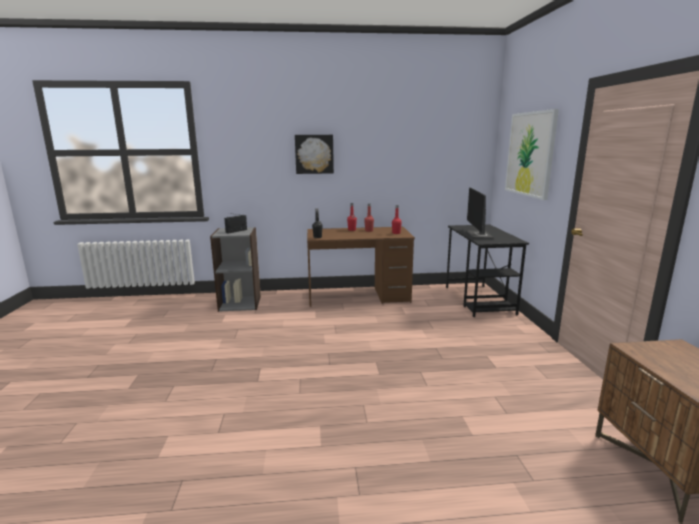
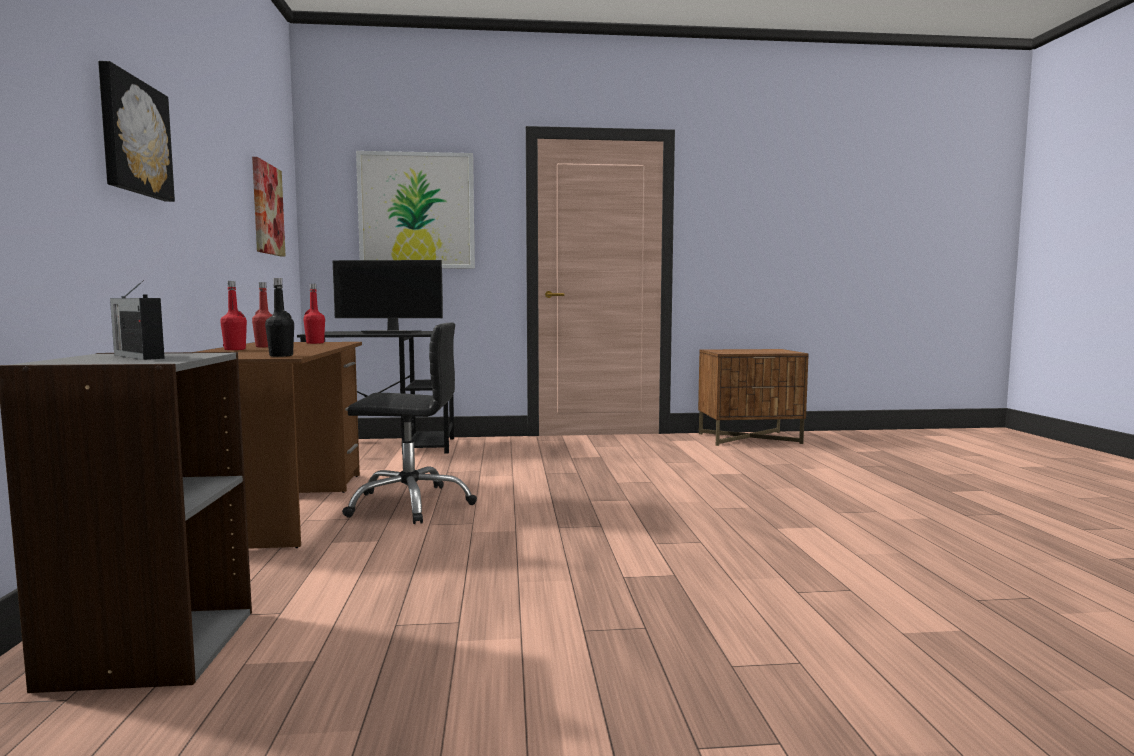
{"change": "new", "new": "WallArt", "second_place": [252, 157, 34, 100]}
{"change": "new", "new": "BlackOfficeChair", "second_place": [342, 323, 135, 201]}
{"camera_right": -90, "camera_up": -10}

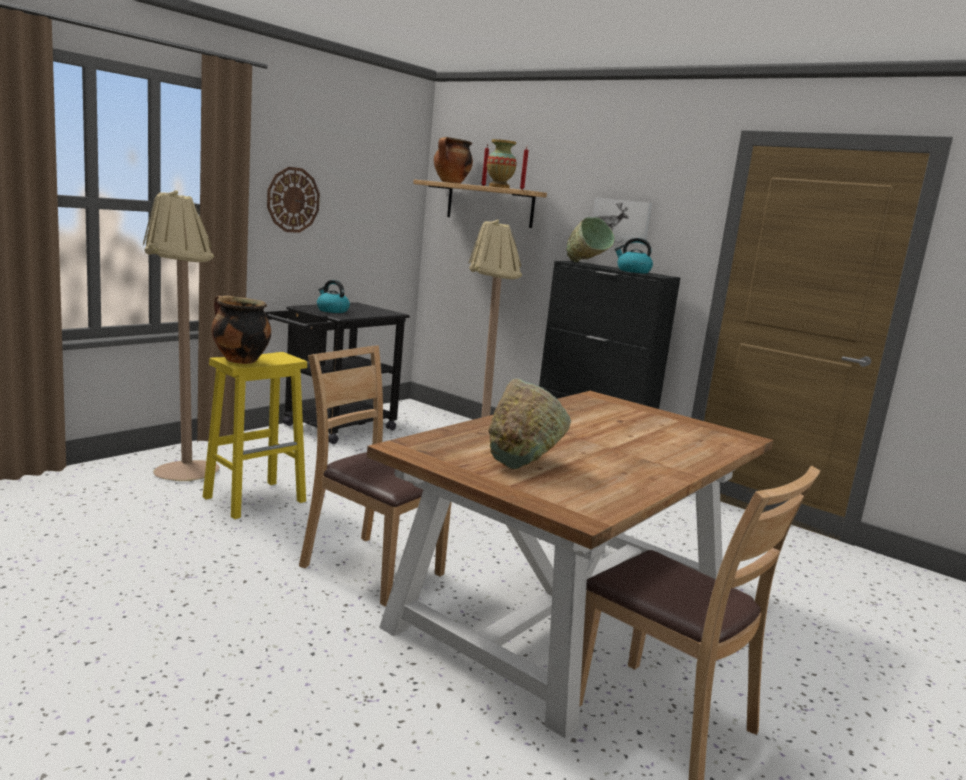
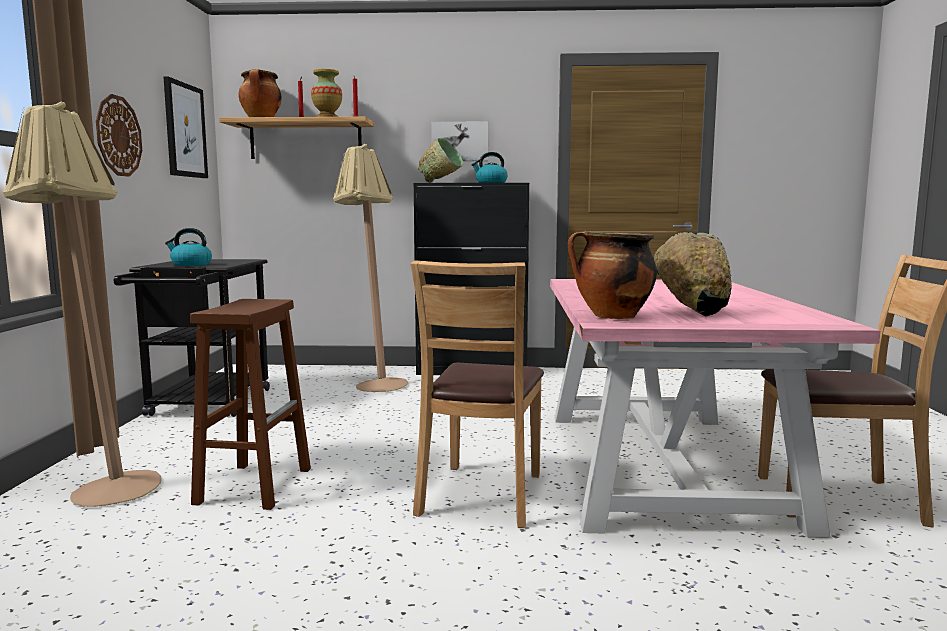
{"change": "shifted", "old": "Saucepot", "first_place": [211, 295, 60, 69], "second_place": [568, 230, 89, 89]}
{"change": "rotated", "old": "BrownishPlainChair", "first_place": [299, 346, 152, 261], "second_place": [410, 260, 134, 268], "degrees": -75}
{"change": "repainted", "old": "YellowColouredSittingStool", "new": "BrownishSittingStool", "first_place": [203, 352, 104, 167], "second_place": [190, 299, 121, 211]}
{"change": "repainted", "old": "GreenBowl", "new": "BlackBowl", "first_place": [488, 378, 83, 91], "second_place": [654, 232, 78, 85]}
{"change": "repainted", "old": "BrownishKitchenTable", "new": "PinkishKitchenTable", "first_place": [367, 391, 406, 347], "second_place": [550, 279, 330, 259]}
{"change": "new", "new": "WallArt", "second_place": [163, 76, 45, 102]}
{"camera_right": -35, "camera_up": -5}

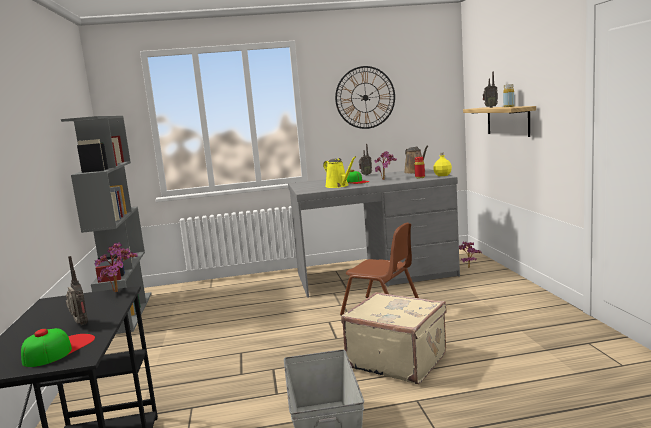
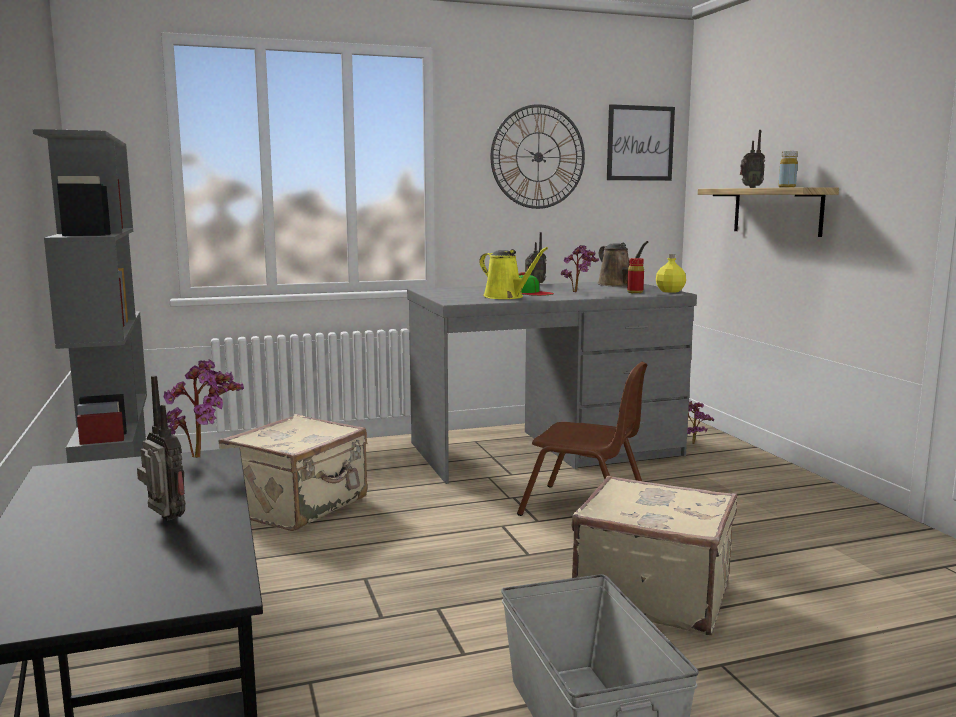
{"change": "gone", "old": "BaseballCap", "first_place": [21, 328, 74, 39]}
{"change": "new", "new": "WallArt", "second_place": [607, 104, 68, 77]}
{"change": "new", "new": "BeigeTravelCase", "second_place": [219, 414, 148, 117]}
{"camera_right": -10, "camera_up": 0}

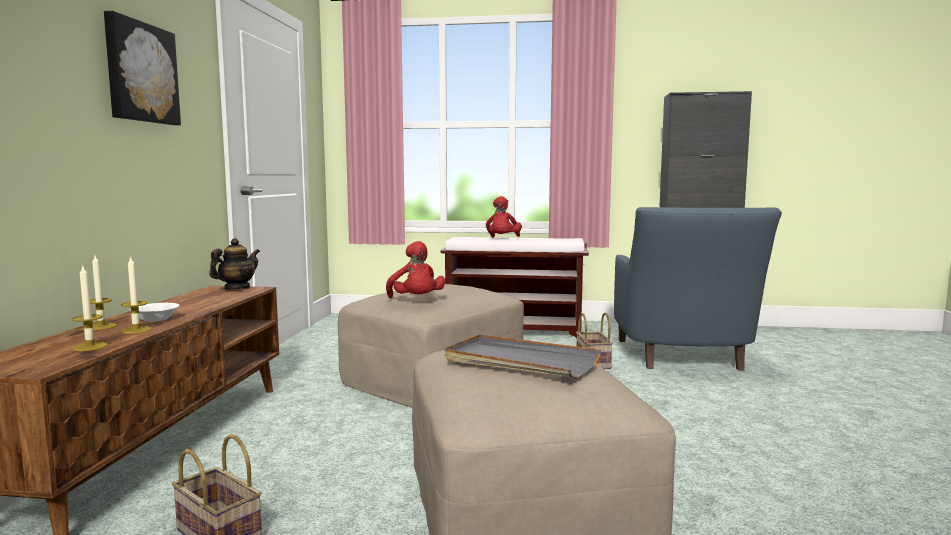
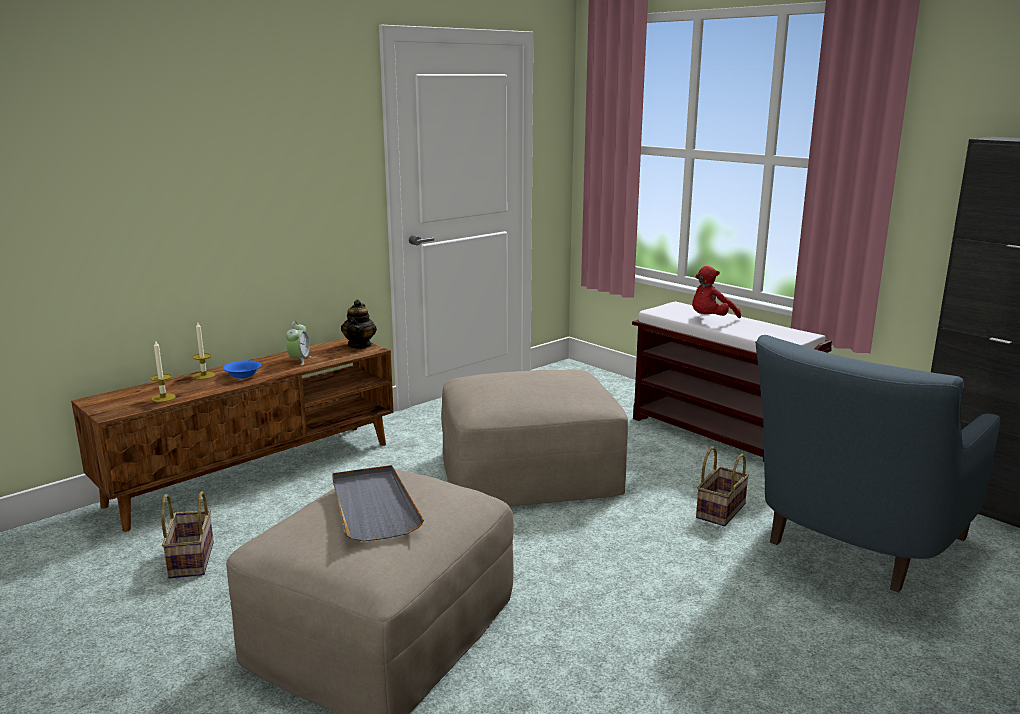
{"change": "gone", "old": "WallArt", "first_place": [104, 11, 77, 114]}
{"change": "rotated", "old": "PotForTea", "first_place": [209, 238, 51, 51], "second_place": [341, 300, 36, 49], "degrees": 105}
{"change": "gone", "old": "RedColouredPlushToy", "first_place": [386, 241, 60, 57]}
{"change": "gone", "old": "Candle", "first_place": [121, 256, 31, 78]}
{"change": "repainted", "old": "WhiteColouredBowl", "new": "BlueBowl", "first_place": [130, 303, 50, 19], "second_place": [223, 360, 38, 19]}
{"change": "new", "new": "AlarmClock", "second_place": [286, 321, 25, 44]}
{"camera_right": 40, "camera_up": 10}

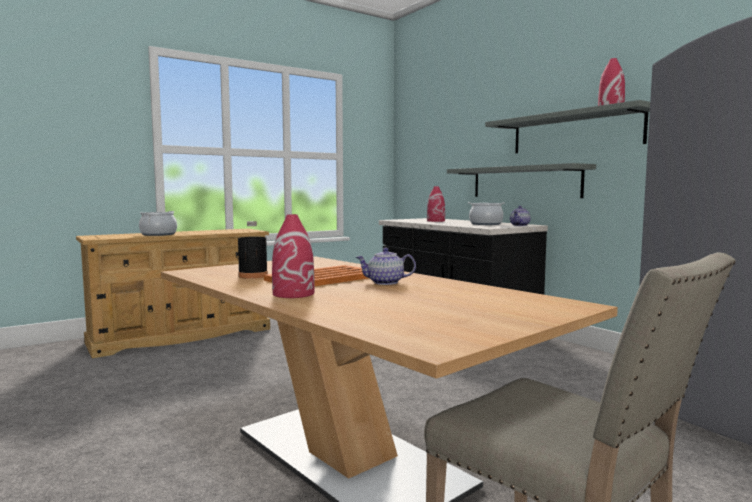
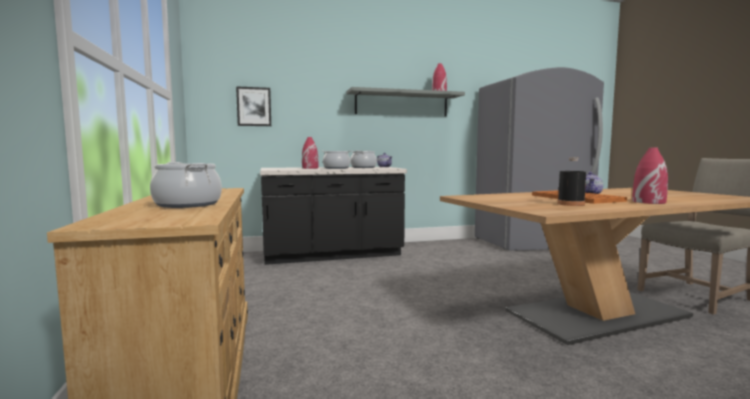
{"change": "gone", "old": "GrayBracketShelf", "first_place": [447, 163, 149, 35]}
{"change": "new", "new": "WallArt", "second_place": [236, 86, 35, 40]}
{"change": "new", "new": "Saucepot", "second_place": [322, 150, 29, 19]}
{"camera_right": -70, "camera_up": 0}

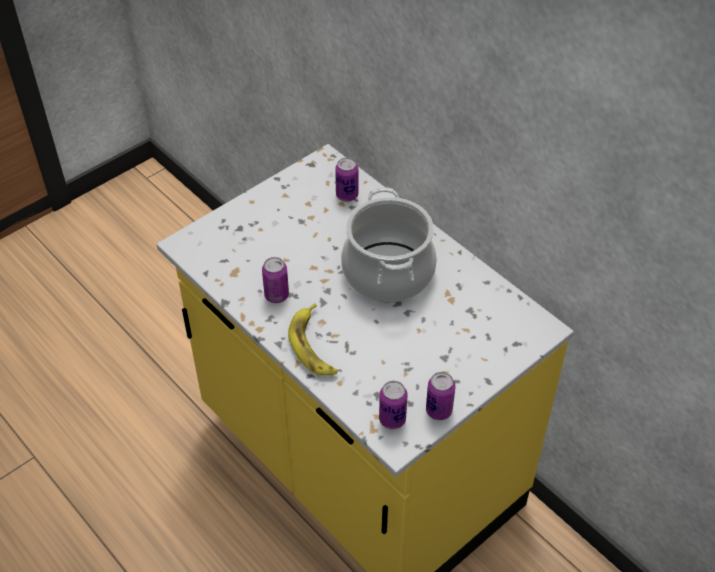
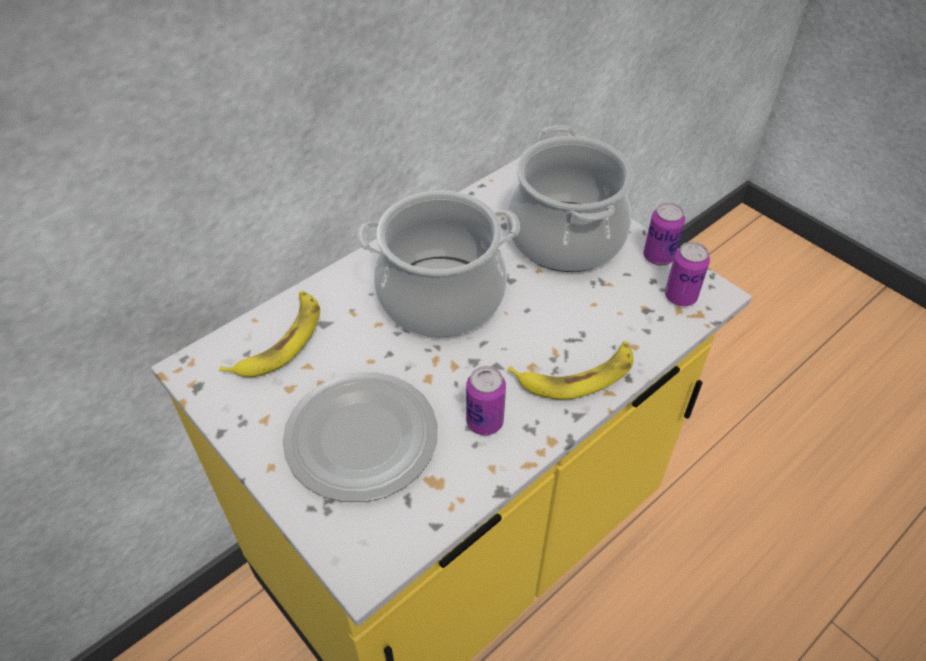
{"change": "swapped", "old": "MetalCan", "new": "WholeBanana", "first_place": [335, 158, 23, 43], "second_place": [219, 291, 101, 86]}
{"change": "new", "new": "Saucepot", "second_place": [507, 125, 126, 147]}
{"change": "new", "new": "FlatDish", "second_place": [283, 372, 155, 130]}
{"camera_right": -90, "camera_up": 0}

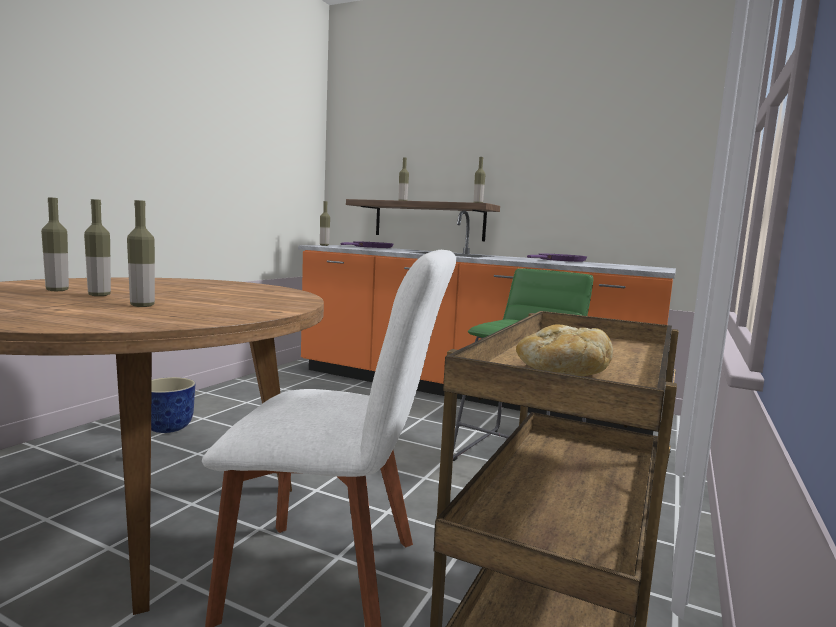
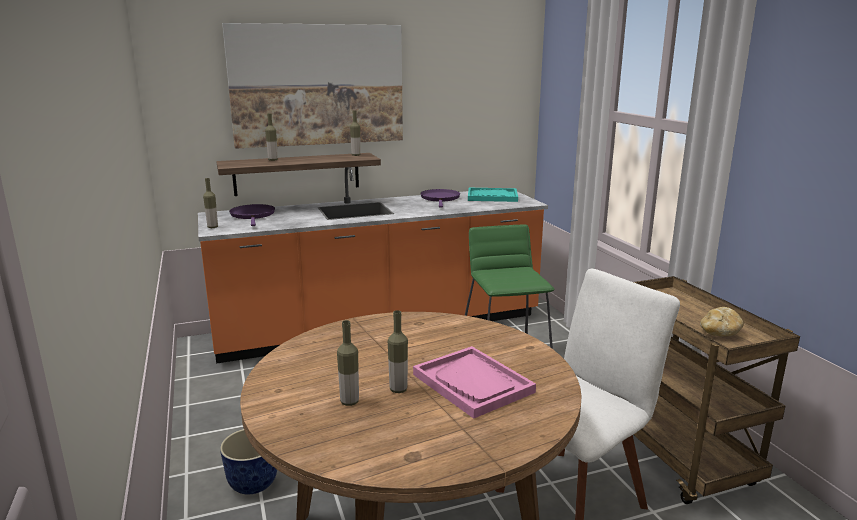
{"change": "swapped", "old": "Bottle", "new": "PinkishCarryingTray", "first_place": [127, 200, 28, 107], "second_place": [413, 346, 123, 73]}
{"change": "new", "new": "WallArt", "second_place": [222, 23, 181, 126]}
{"change": "new", "new": "BlueGreenCarryingTray", "second_place": [468, 188, 50, 14]}
{"camera_right": -45, "camera_up": 10}

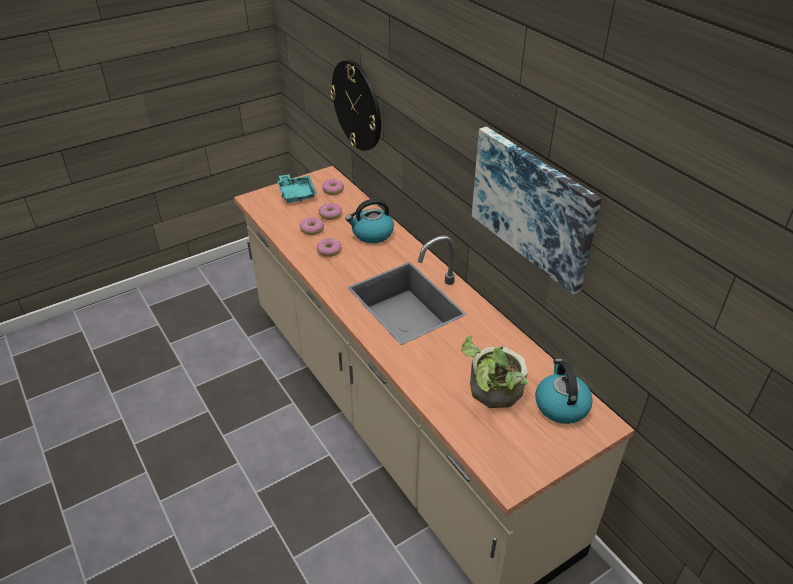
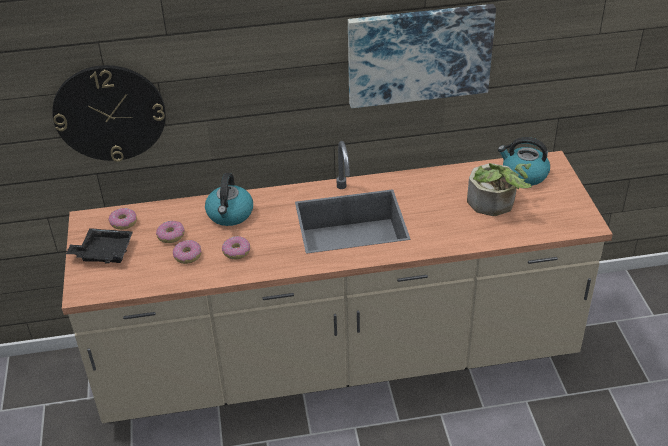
{"change": "repainted", "old": "BlueGreenCarryingTray", "new": "BlackCarryingTray", "first_place": [277, 174, 40, 29], "second_place": [66, 228, 67, 36]}
{"camera_right": -65, "camera_up": 0}

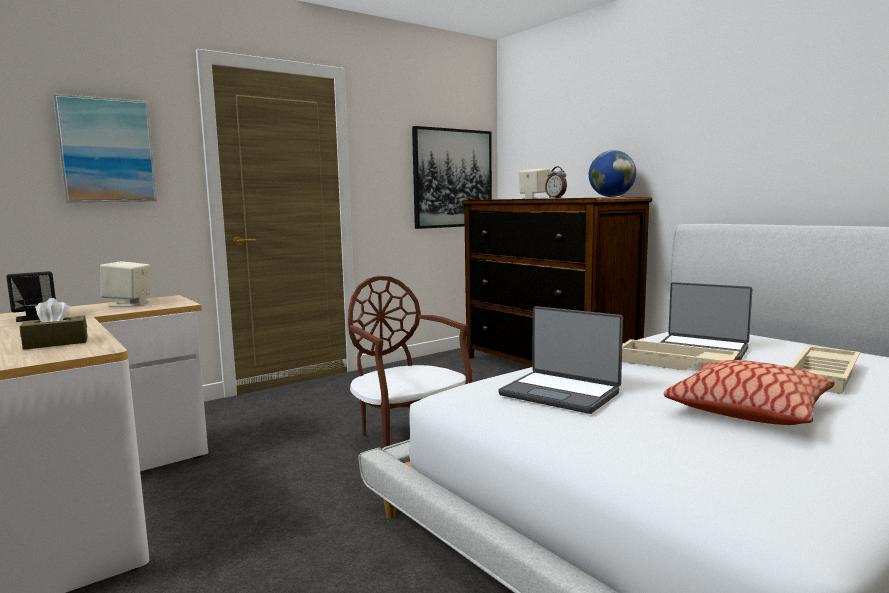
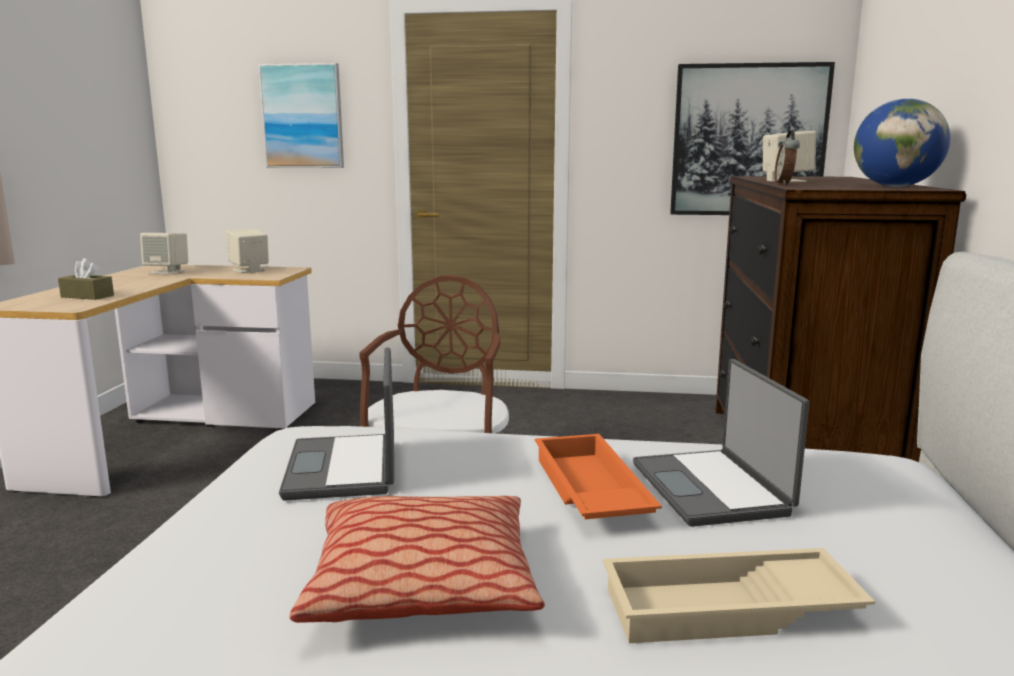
{"change": "repainted", "old": "BlackAudioSpeaker", "new": "BeigeAudioSpeaker", "first_place": [6, 271, 50, 51], "second_place": [140, 233, 48, 41]}
{"change": "repainted", "old": "BeigeCarryingTray", "new": "OrangeCarryingTray", "first_place": [622, 339, 117, 31], "second_place": [535, 434, 127, 85]}
{"camera_right": 45, "camera_up": 5}

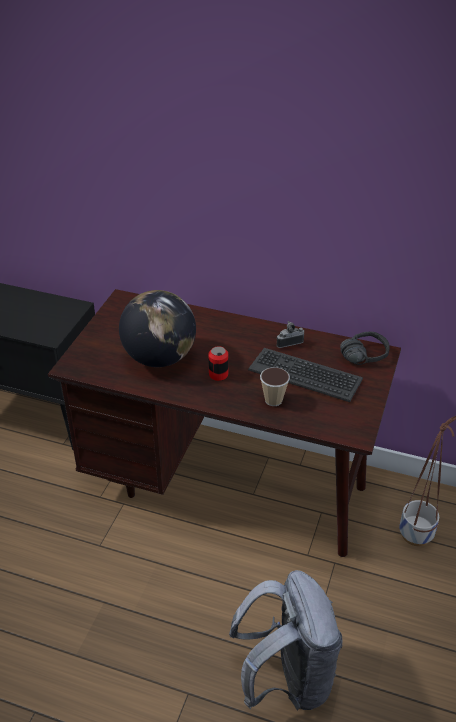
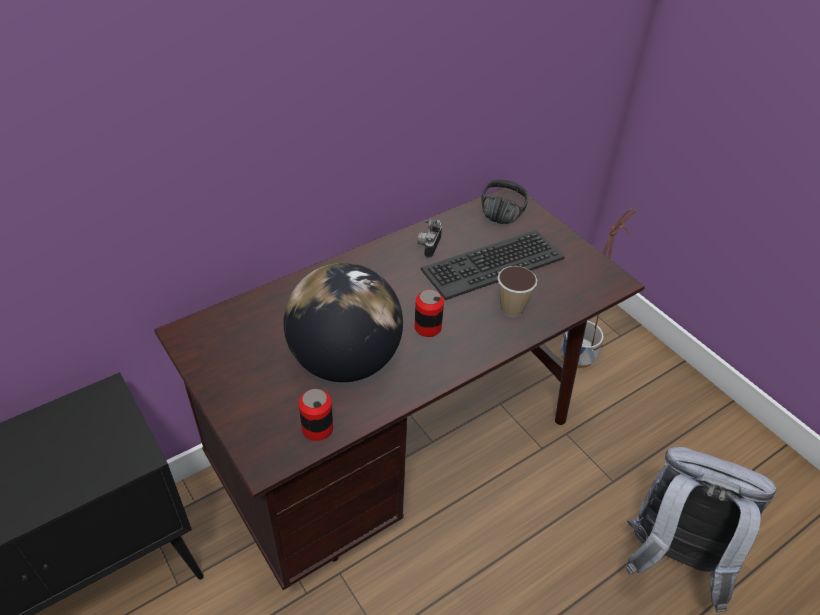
{"change": "new", "new": "MetalCan", "second_place": [299, 389, 34, 52]}
{"camera_right": -55, "camera_up": 5}

